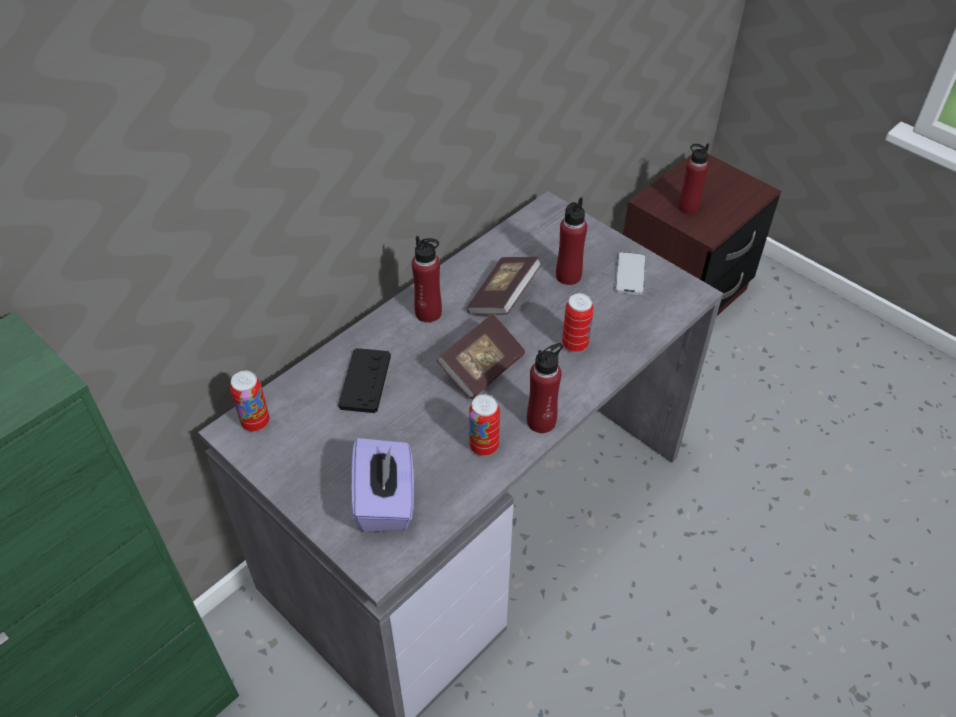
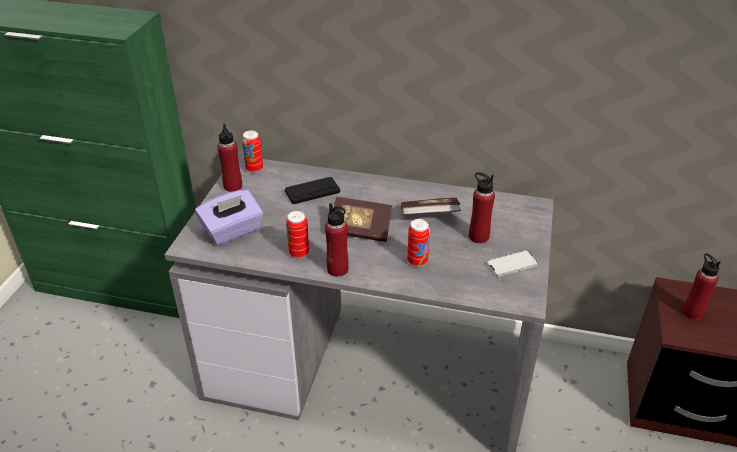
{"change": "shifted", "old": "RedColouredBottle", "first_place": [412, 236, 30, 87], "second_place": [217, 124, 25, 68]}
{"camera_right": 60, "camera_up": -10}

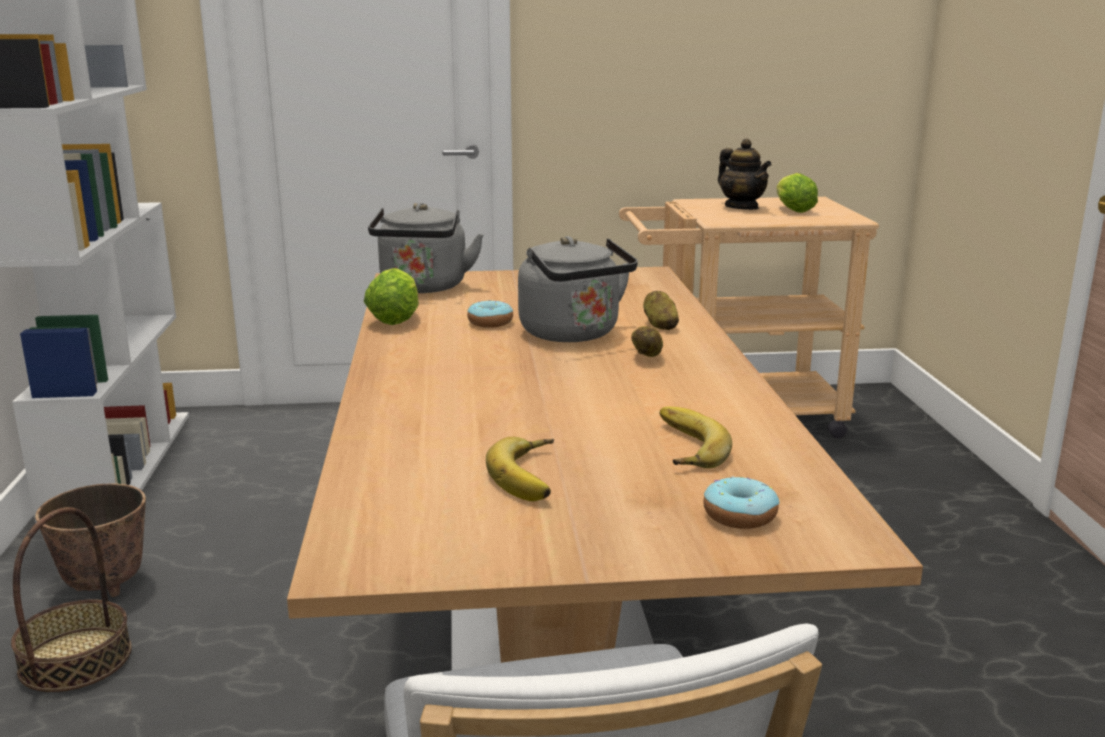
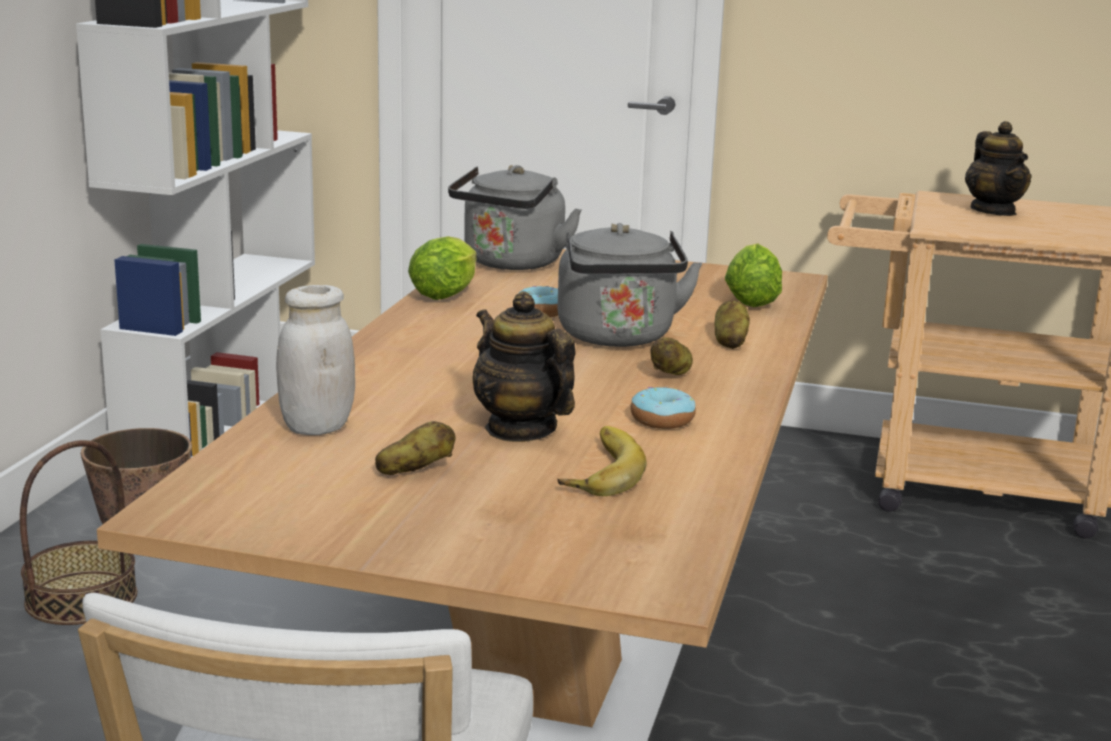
{"change": "shifted", "old": "Lettuce", "first_place": [777, 173, 41, 40], "second_place": [725, 244, 57, 63]}
{"change": "swapped", "old": "WholeBanana", "new": "Potato", "first_place": [486, 437, 68, 65], "second_place": [375, 421, 81, 54]}
{"change": "shifted", "old": "RingDoughnut", "first_place": [703, 476, 77, 53], "second_place": [630, 387, 66, 42]}
{"change": "new", "new": "WhiteColouredJar", "second_place": [276, 285, 79, 150]}
{"change": "new", "new": "PotForTea", "second_place": [473, 291, 103, 151]}
{"camera_right": 20, "camera_up": 0}

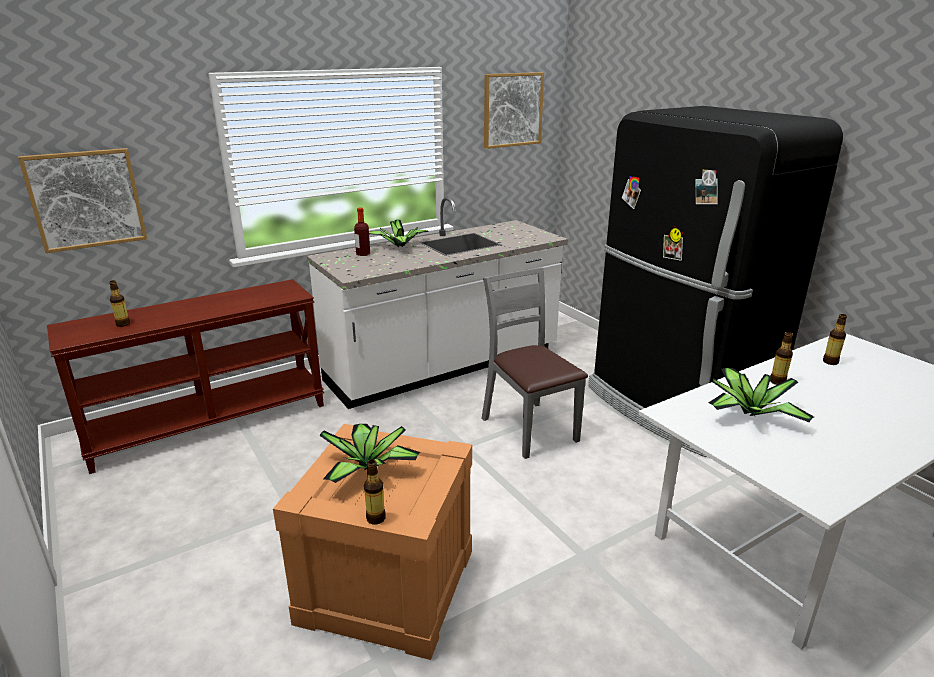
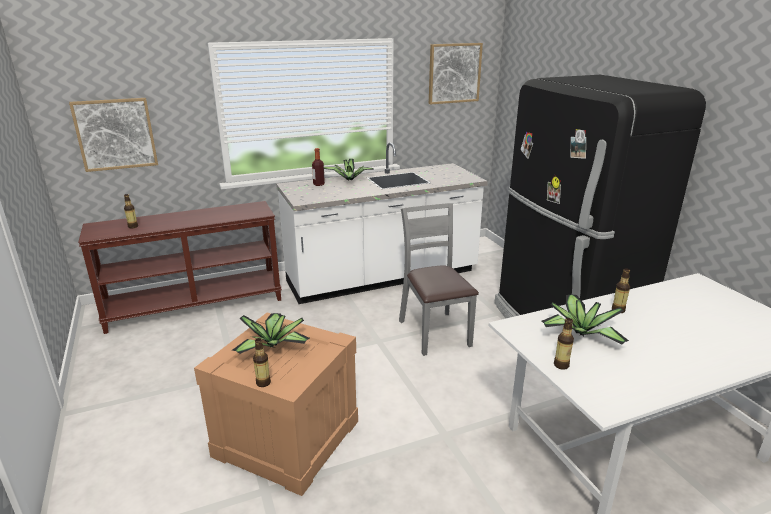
{"change": "shifted", "old": "Bottle", "first_place": [823, 314, 24, 51], "second_place": [554, 318, 20, 52]}
{"camera_right": 10, "camera_up": 0}

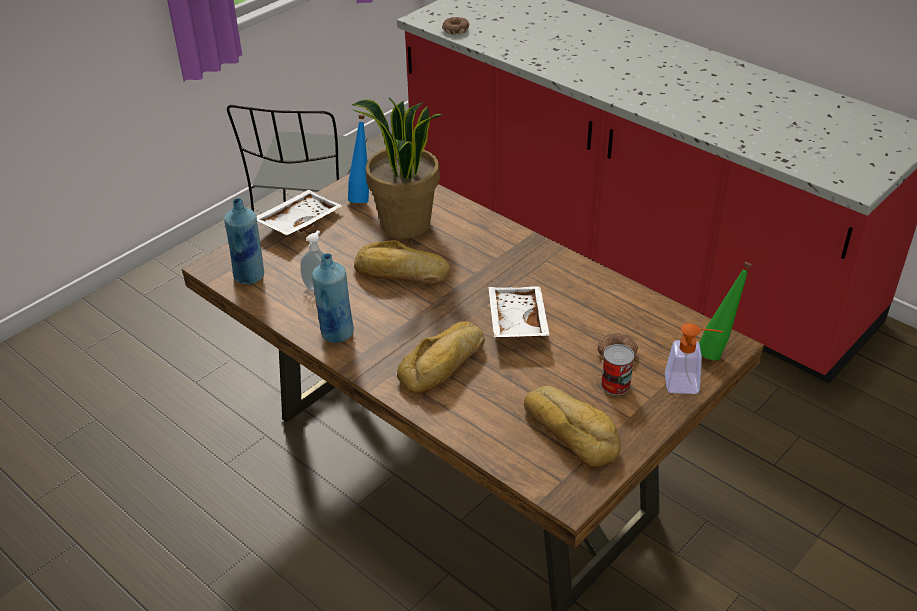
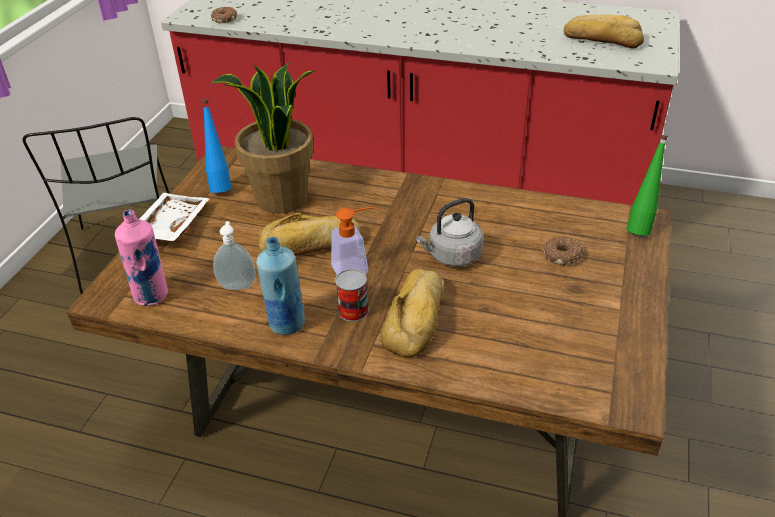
{"change": "repainted", "old": "BlueBottle", "new": "PinkishBottle", "first_place": [224, 198, 40, 86], "second_place": [115, 210, 53, 96]}
{"change": "swapped", "old": "WhiteColouredCarryingTray", "new": "GrayWaterKettle", "first_place": [489, 286, 61, 52], "second_place": [416, 198, 67, 68]}
{"change": "shifted", "old": "SoapBottle", "first_place": [665, 323, 58, 71], "second_place": [331, 207, 44, 68]}
{"change": "shifted", "old": "MetalCan", "first_place": [601, 344, 33, 51], "second_place": [335, 269, 34, 53]}
{"change": "shifted", "old": "Bread", "first_place": [524, 386, 96, 82], "second_place": [564, 14, 80, 35]}
{"camera_right": -25, "camera_up": 0}

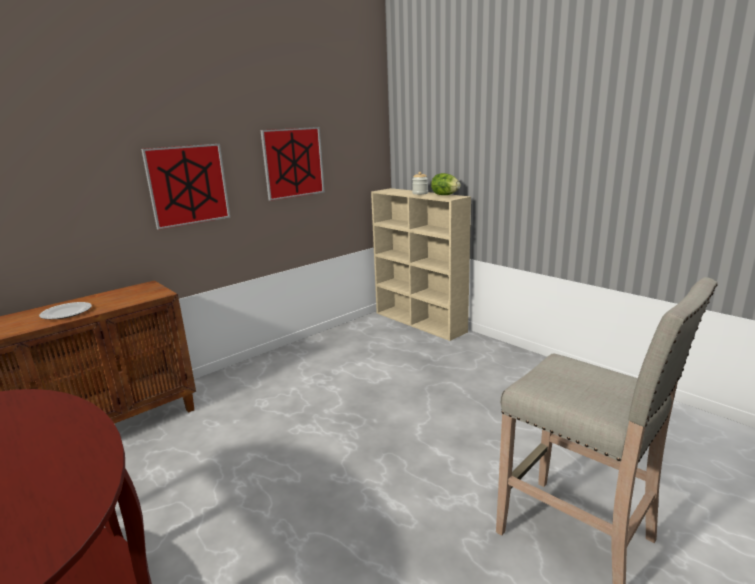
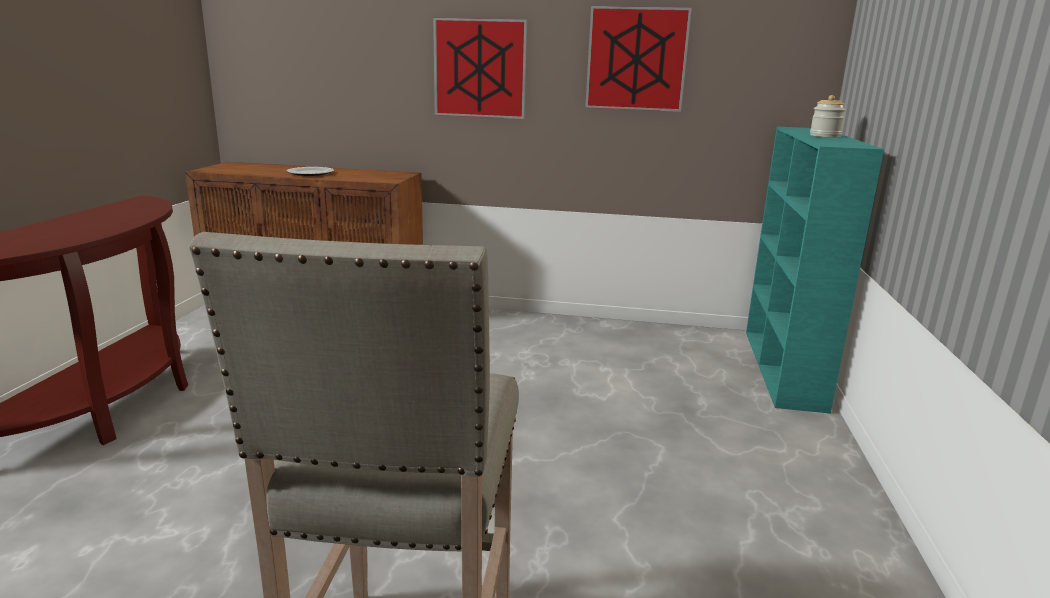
{"change": "gone", "old": "Lettuce", "first_place": [431, 173, 30, 22]}
{"change": "repainted", "old": "BeigeBookshelf", "new": "BlueGreenBookshelf", "first_place": [371, 188, 100, 153], "second_place": [746, 127, 138, 287]}
{"camera_right": 50, "camera_up": 0}

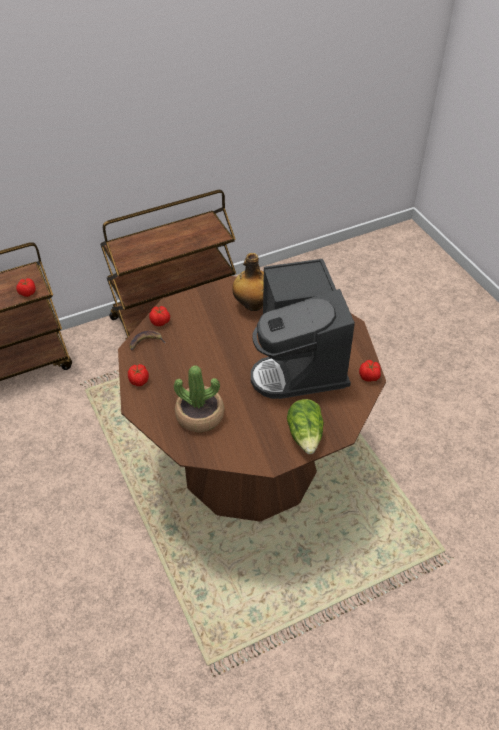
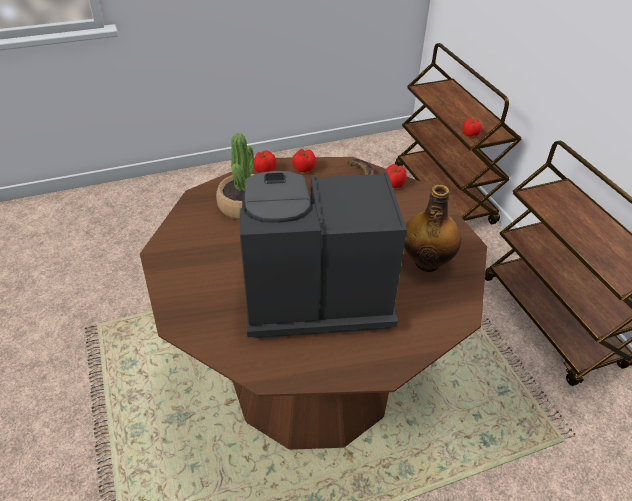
{"change": "shifted", "old": "WholeTomato", "first_place": [359, 360, 22, 22], "second_place": [254, 150, 23, 23]}
{"change": "gone", "old": "Lettuce", "first_place": [287, 399, 37, 55]}
{"camera_right": 95, "camera_up": -5}

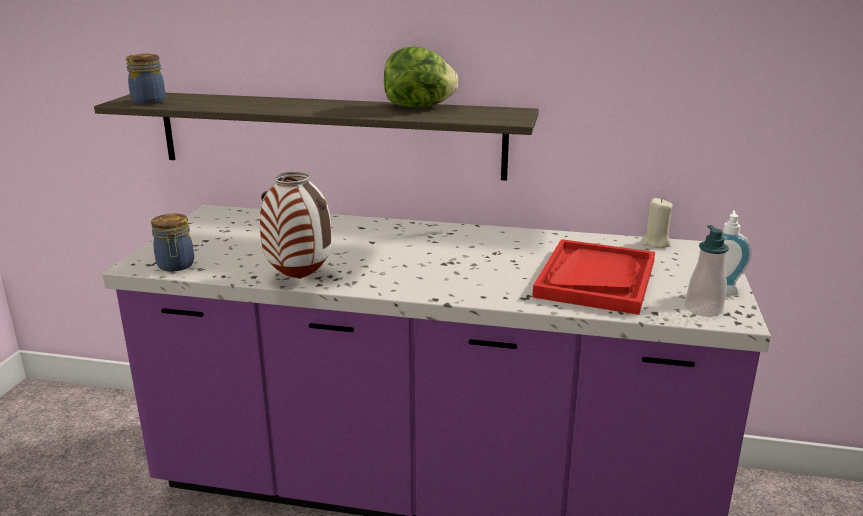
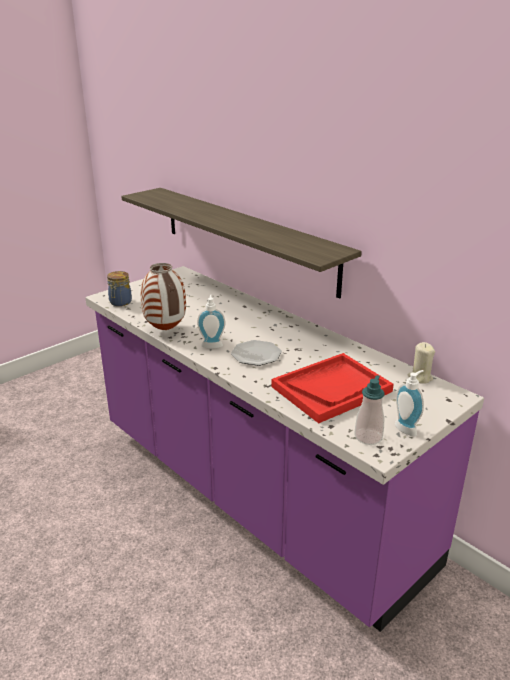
{"change": "gone", "old": "Lettuce", "first_place": [384, 46, 74, 61]}
{"change": "gone", "old": "Jar", "first_place": [126, 53, 40, 52]}
{"change": "new", "new": "SoapBottle", "second_place": [197, 294, 28, 55]}
{"change": "new", "new": "FlatDish", "second_place": [231, 340, 51, 26]}
{"camera_right": 35, "camera_up": 5}

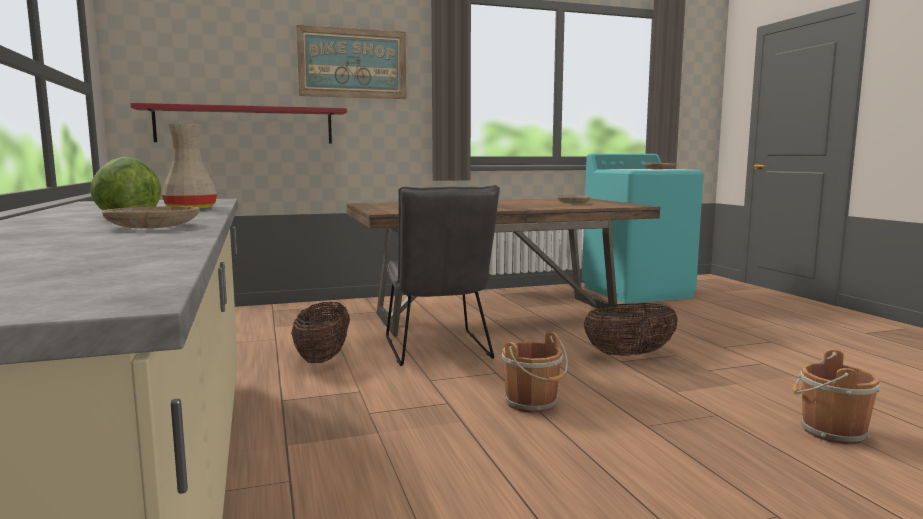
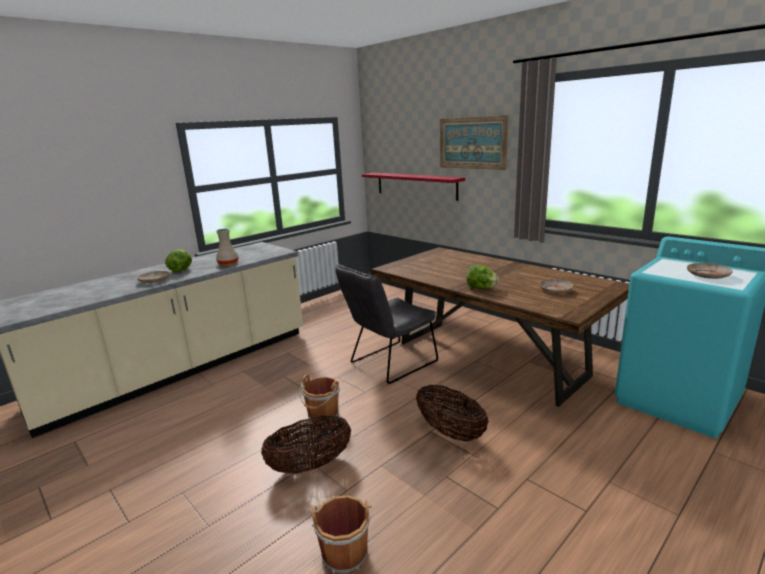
{"change": "shifted", "old": "HouseholdBasket", "first_place": [291, 302, 59, 61], "second_place": [261, 416, 90, 58]}
{"change": "new", "new": "Lettuce", "second_place": [467, 265, 32, 24]}
{"camera_right": 65, "camera_up": 10}

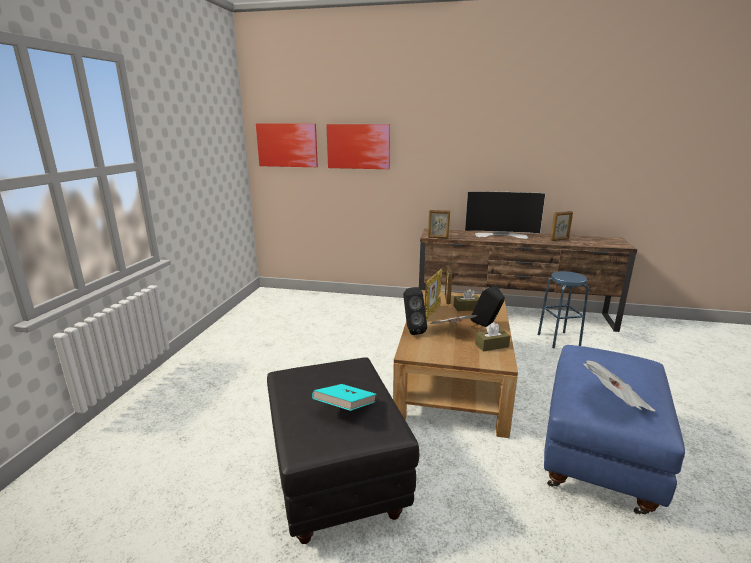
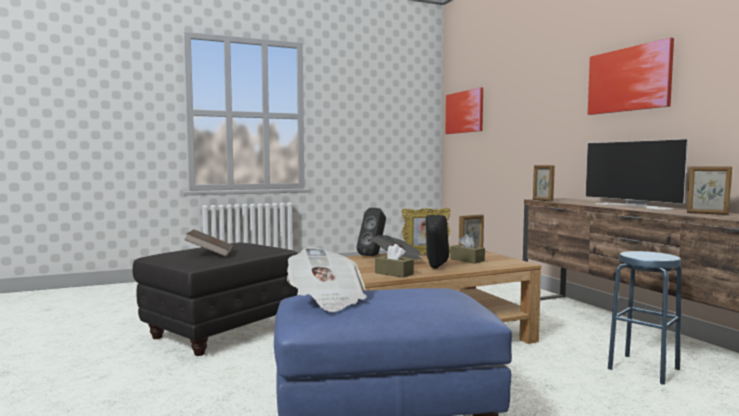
{"change": "shifted", "old": "WallArt", "first_place": [326, 124, 64, 45], "second_place": [588, 37, 86, 78]}
{"change": "repainted", "old": "BlueGreenBoundBook", "new": "BrownishBoundBook", "first_place": [312, 384, 65, 27], "second_place": [184, 229, 49, 27]}
{"camera_right": 55, "camera_up": -15}

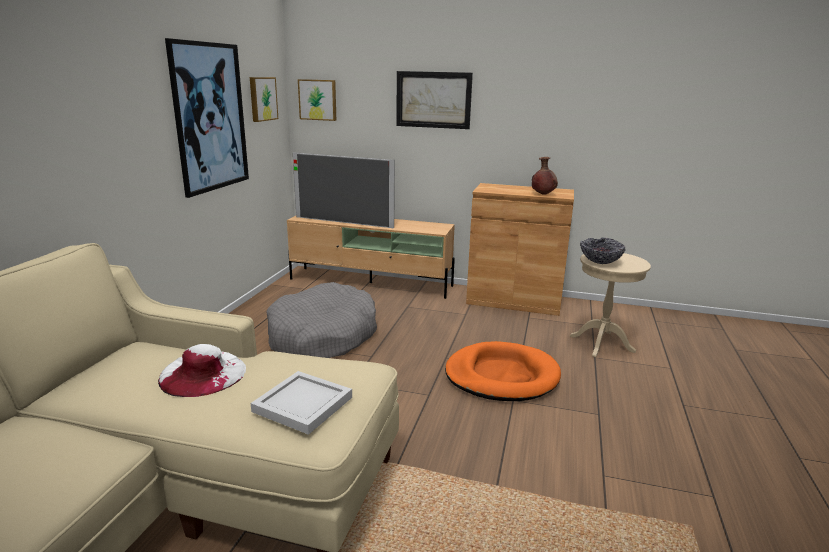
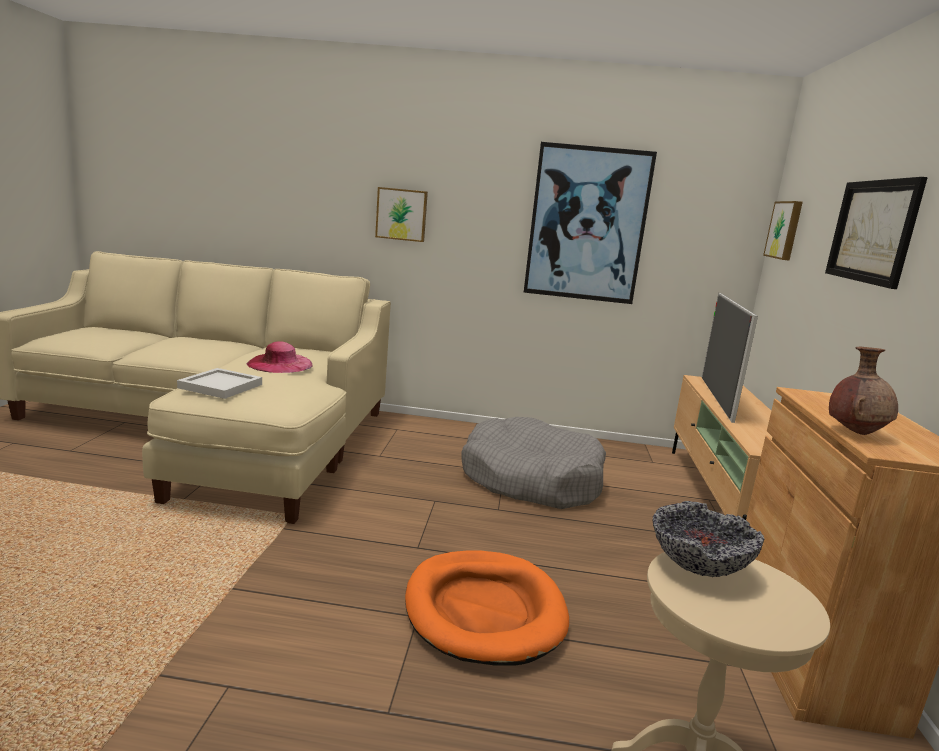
{"change": "shifted", "old": "WallArt", "first_place": [250, 77, 28, 45], "second_place": [375, 187, 53, 55]}
{"change": "repainted", "old": "WhiteColouredClothingHat", "new": "PinkishClothingHat", "first_place": [158, 344, 88, 53], "second_place": [247, 341, 66, 32]}
{"camera_right": 80, "camera_up": -5}

